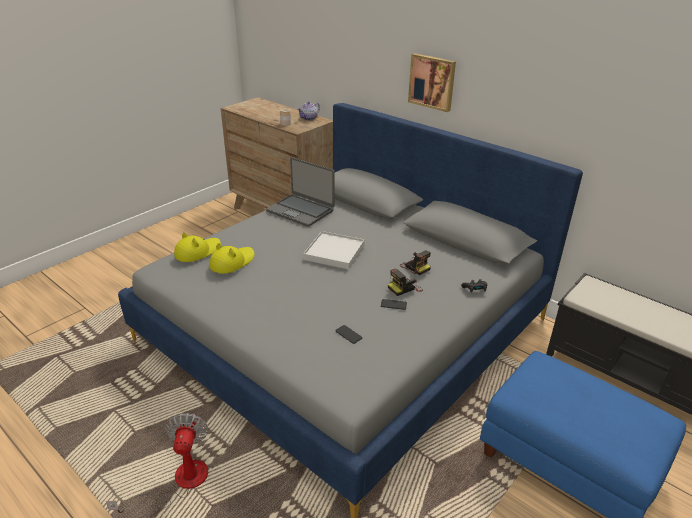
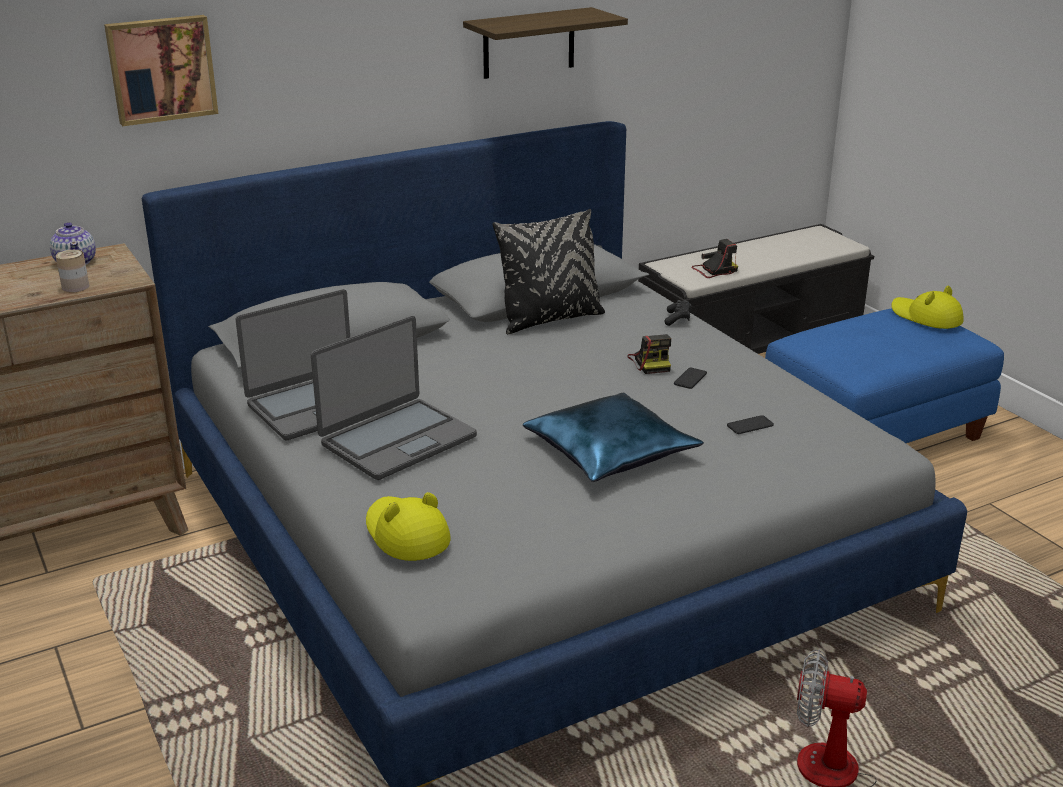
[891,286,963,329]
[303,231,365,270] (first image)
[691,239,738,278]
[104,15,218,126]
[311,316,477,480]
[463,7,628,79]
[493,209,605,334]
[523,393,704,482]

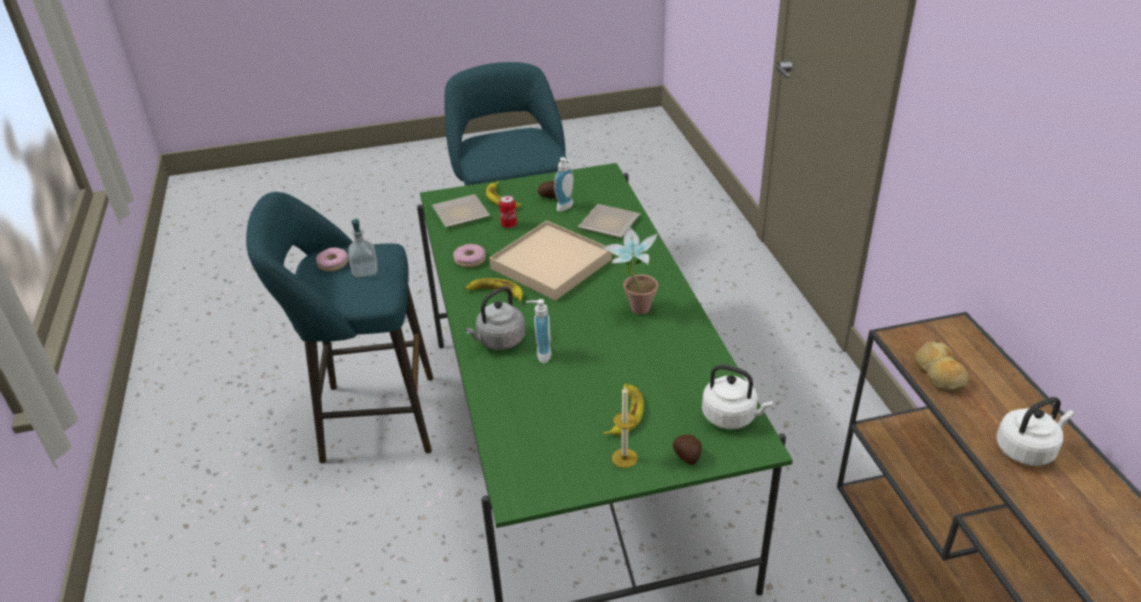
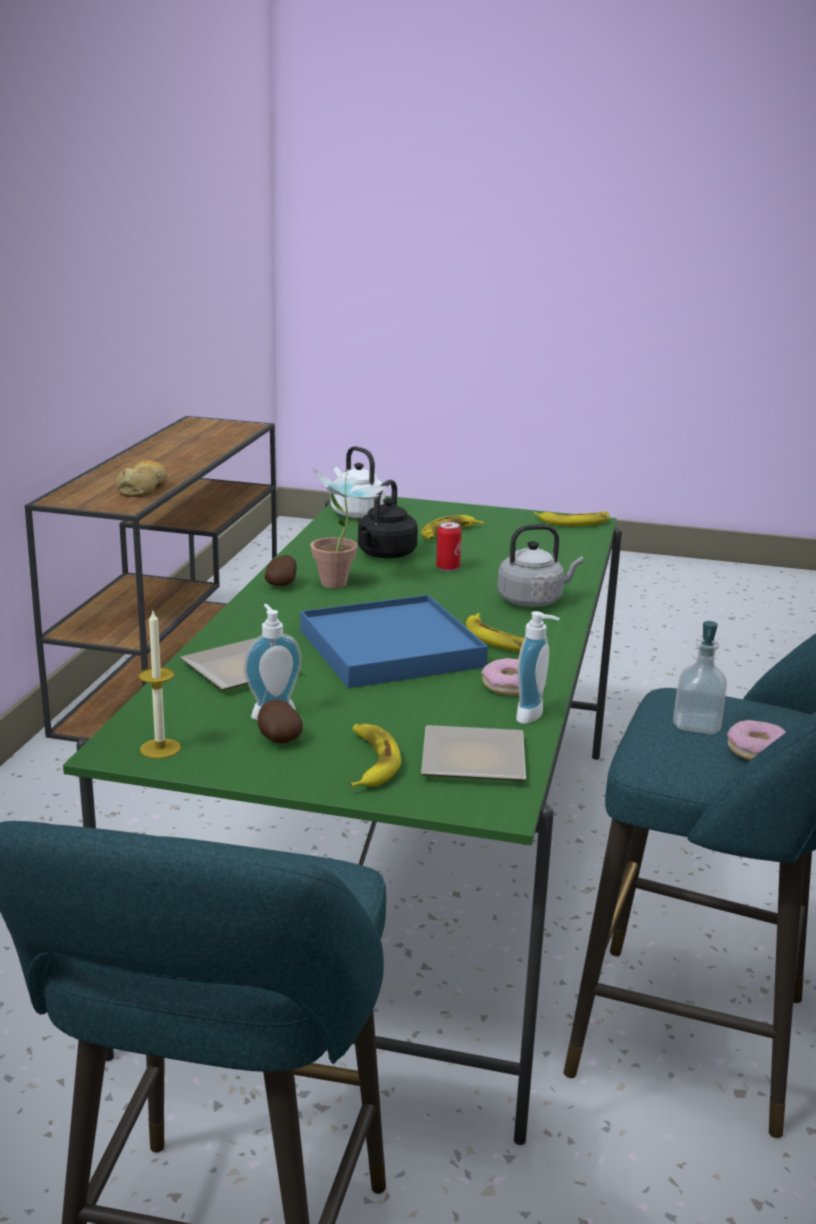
[300,595,488,688]
[436,522,461,571]
[516,611,560,724]
[139,611,181,759]
[265,555,297,586]
[997,397,1074,466] (first image)
[358,480,418,558]
[534,511,610,526]

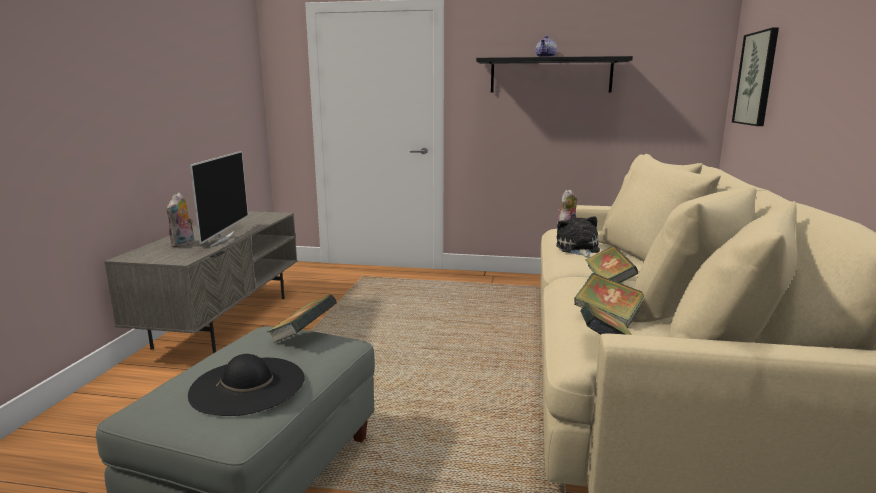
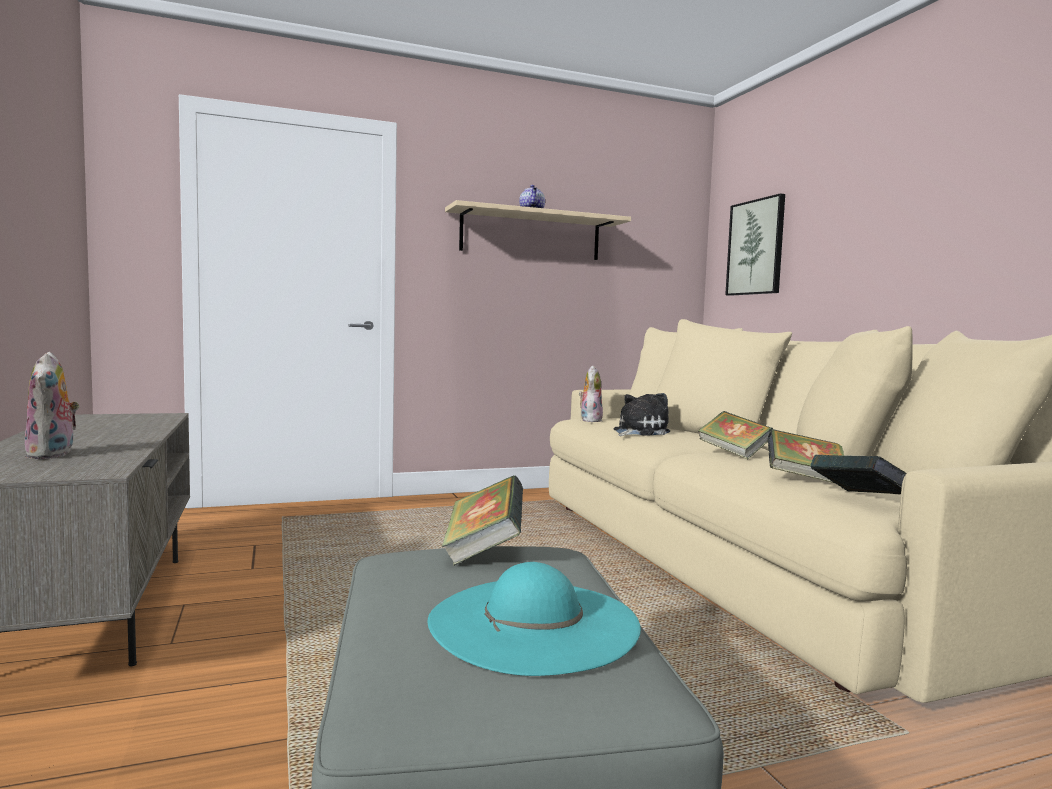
[427,562,641,676]
[190,151,248,247] (first image)
[445,200,631,260]
[614,393,670,436]

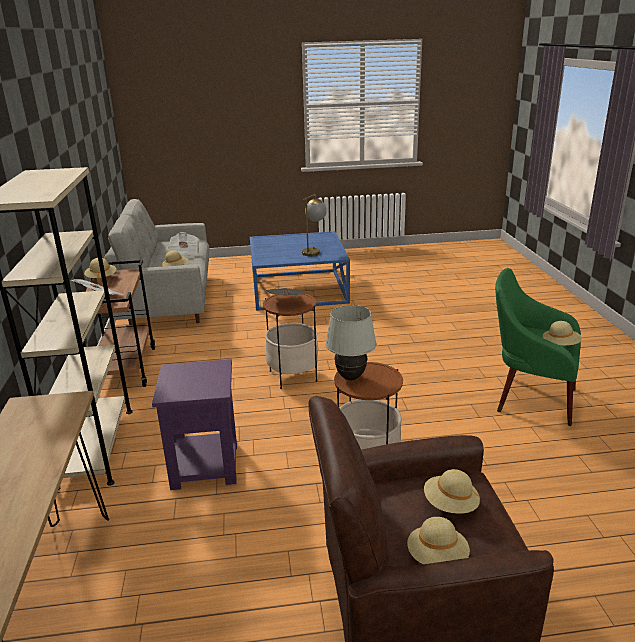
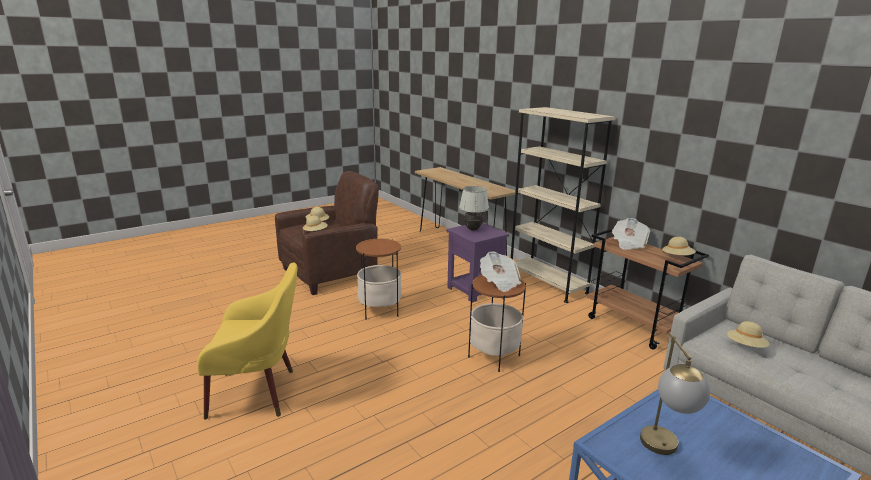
[168,232,200,259] (first image)
[459,186,489,230]
[197,262,298,420]
[542,321,582,346] (first image)

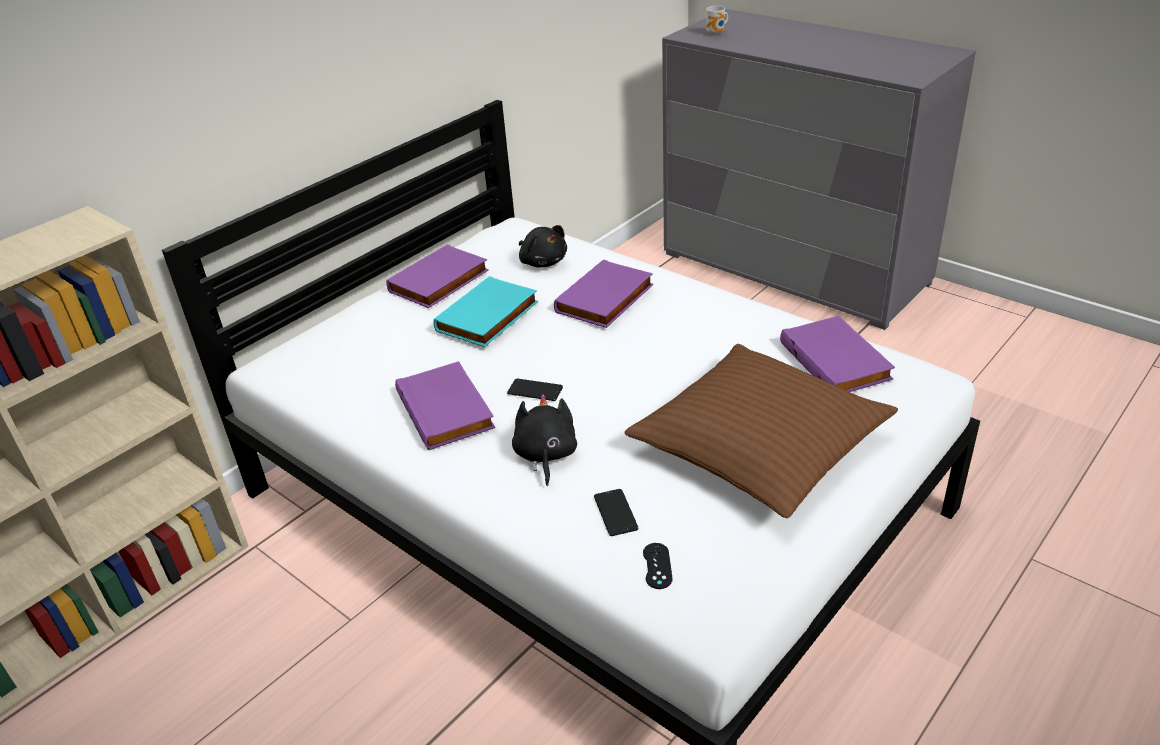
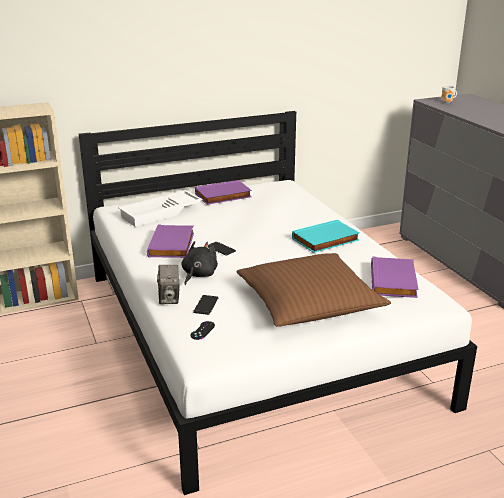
[292,220,360,253]
[519,225,567,268] (first image)
[554,259,653,328] (first image)
[118,190,203,227]
[157,265,180,304]

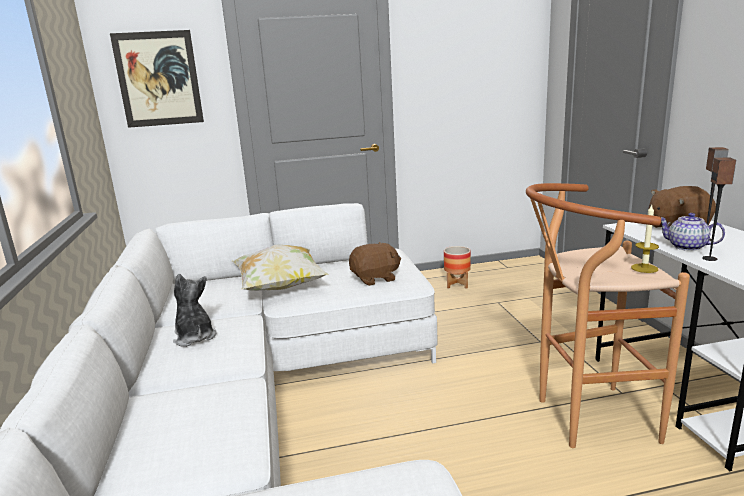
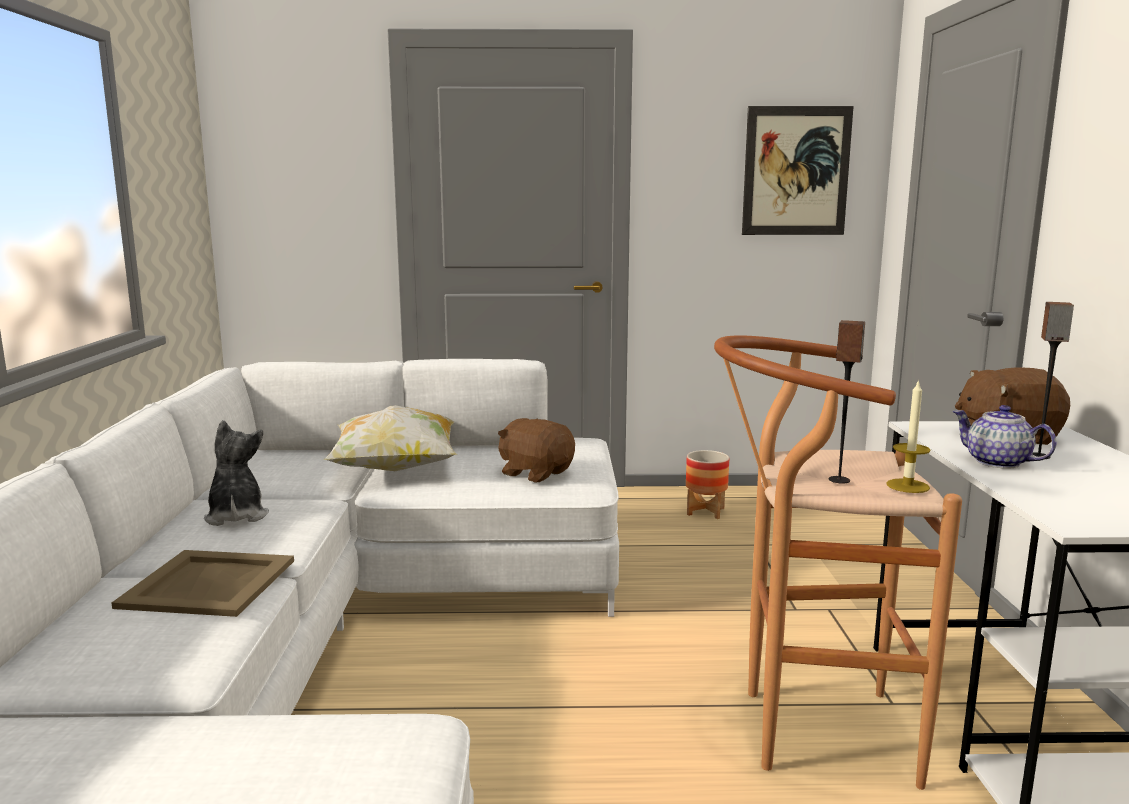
[742,106,854,235]
[498,418,575,483]
[829,320,865,484]
[112,550,294,617]

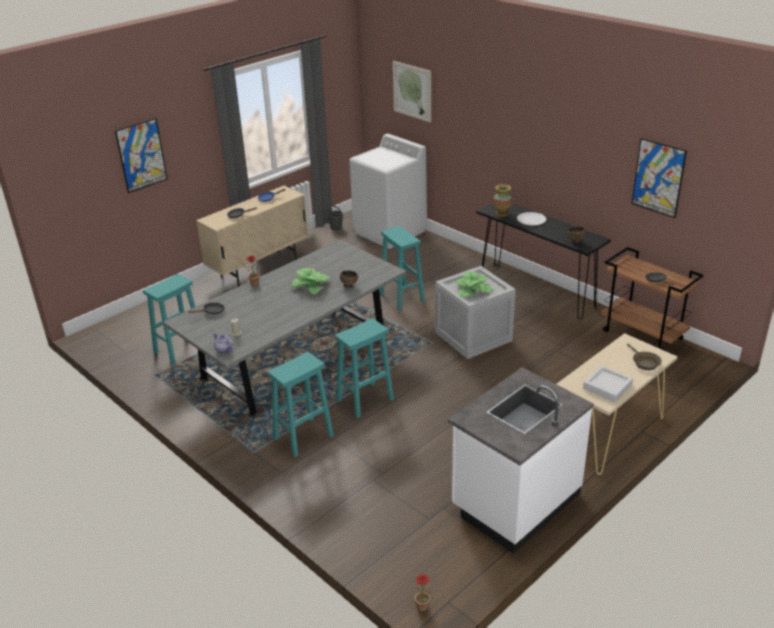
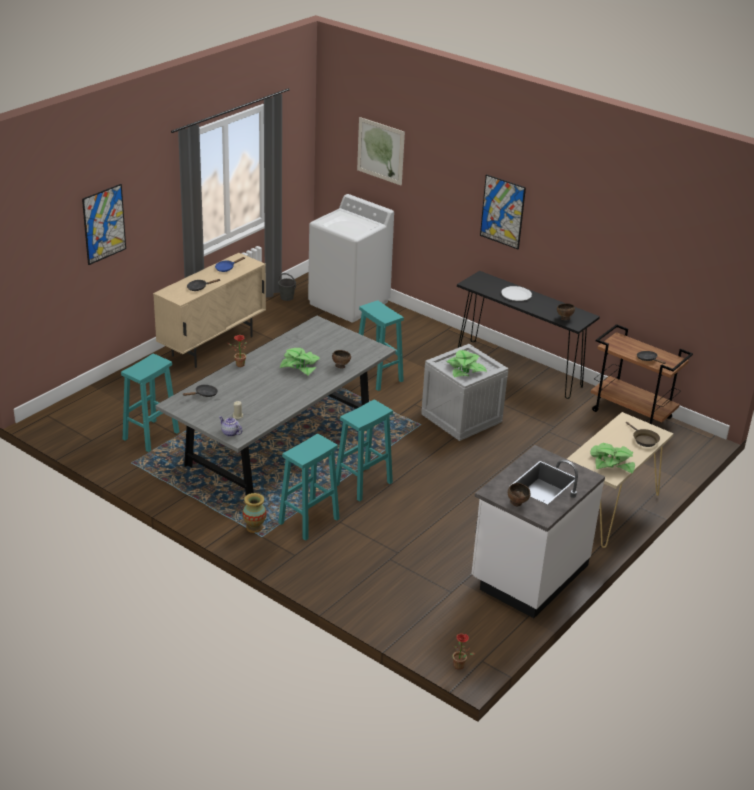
[242,493,267,533]
[590,443,635,474]
[480,174,526,249]
[508,483,531,506]

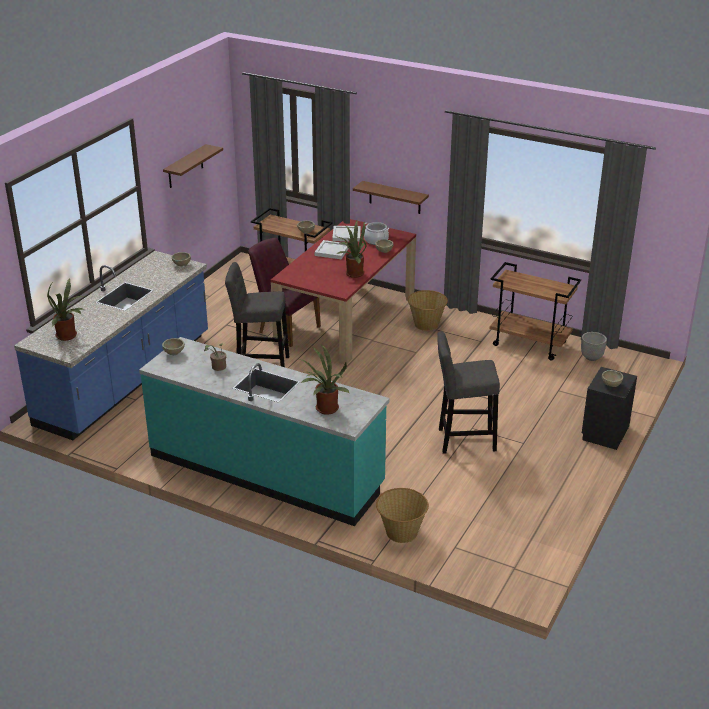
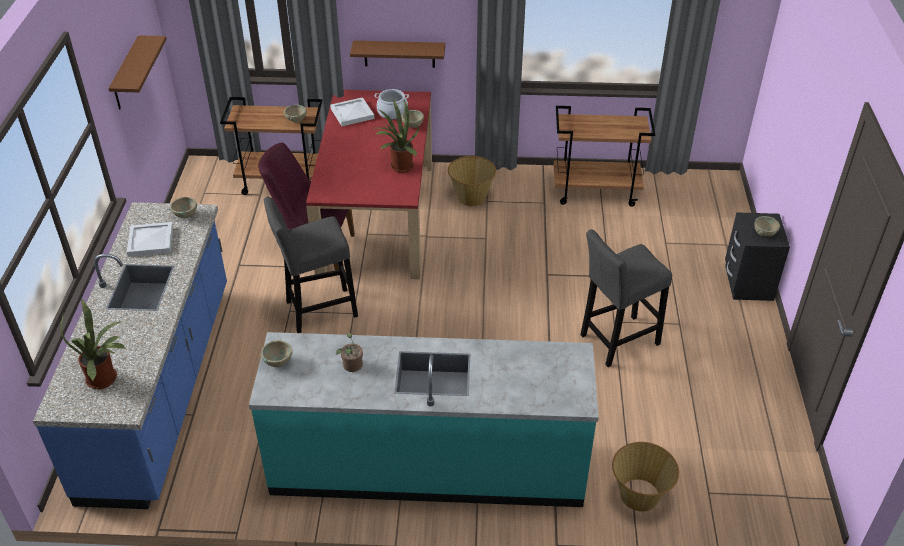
[299,343,350,415] (first image)
[127,222,173,257]
[581,332,607,361] (first image)

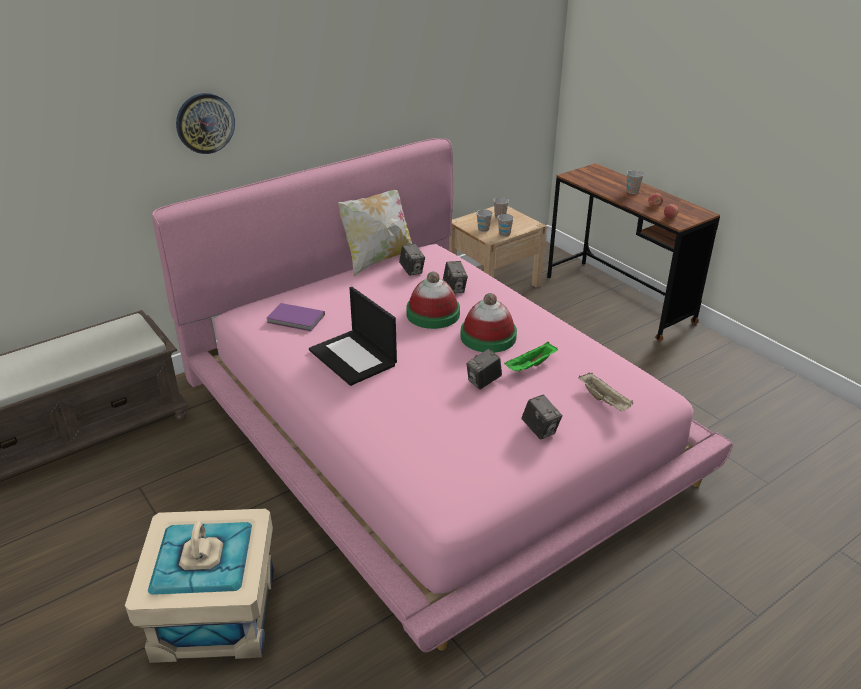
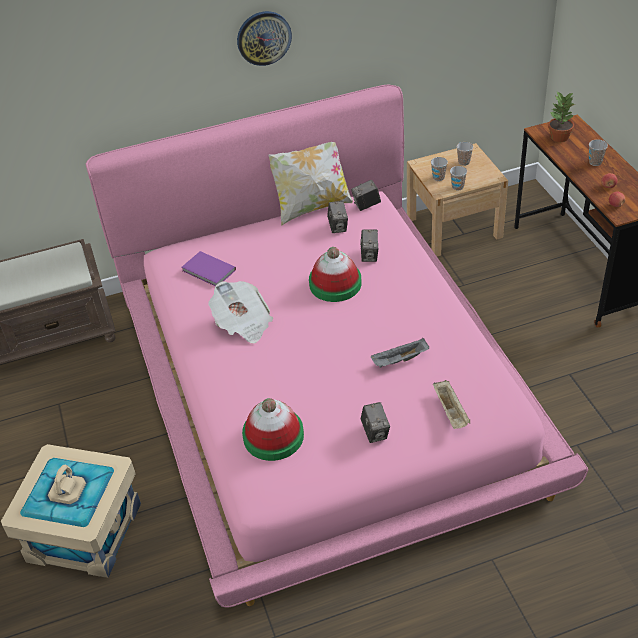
[237,11,292,66]
[208,281,273,344]
[242,398,304,461]
[351,180,381,211]
[371,338,429,368]
[548,92,574,142]

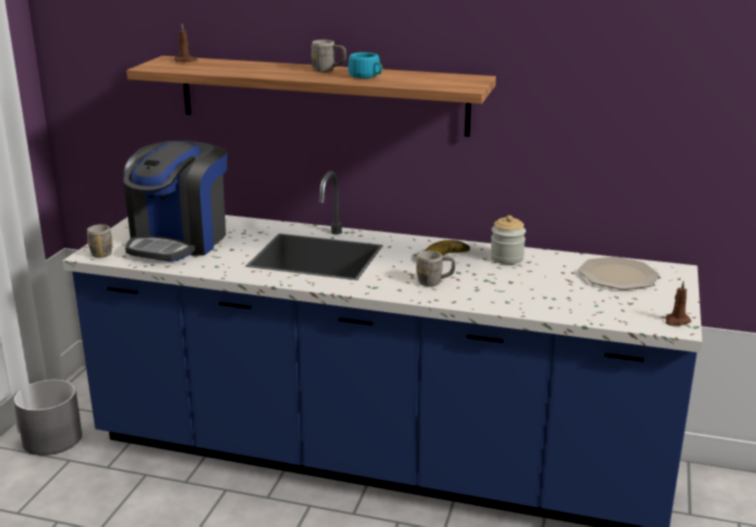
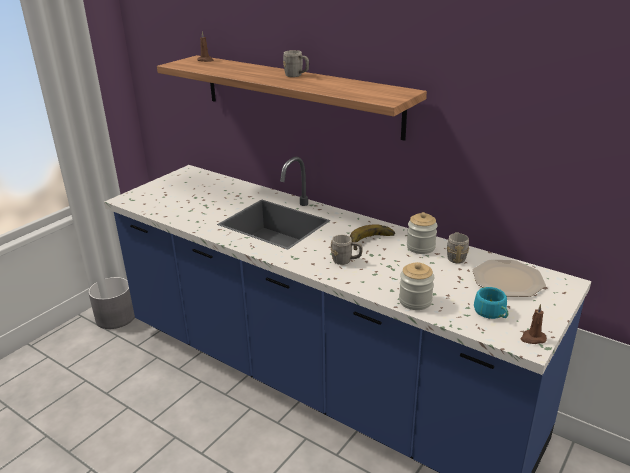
[447,232,469,263]
[124,141,227,262] (first image)
[474,287,508,319]
[399,262,435,310]

